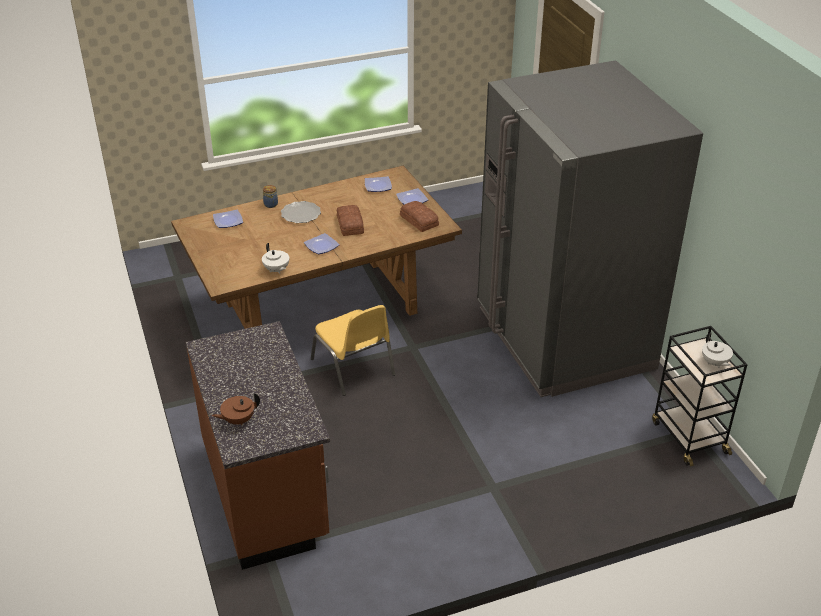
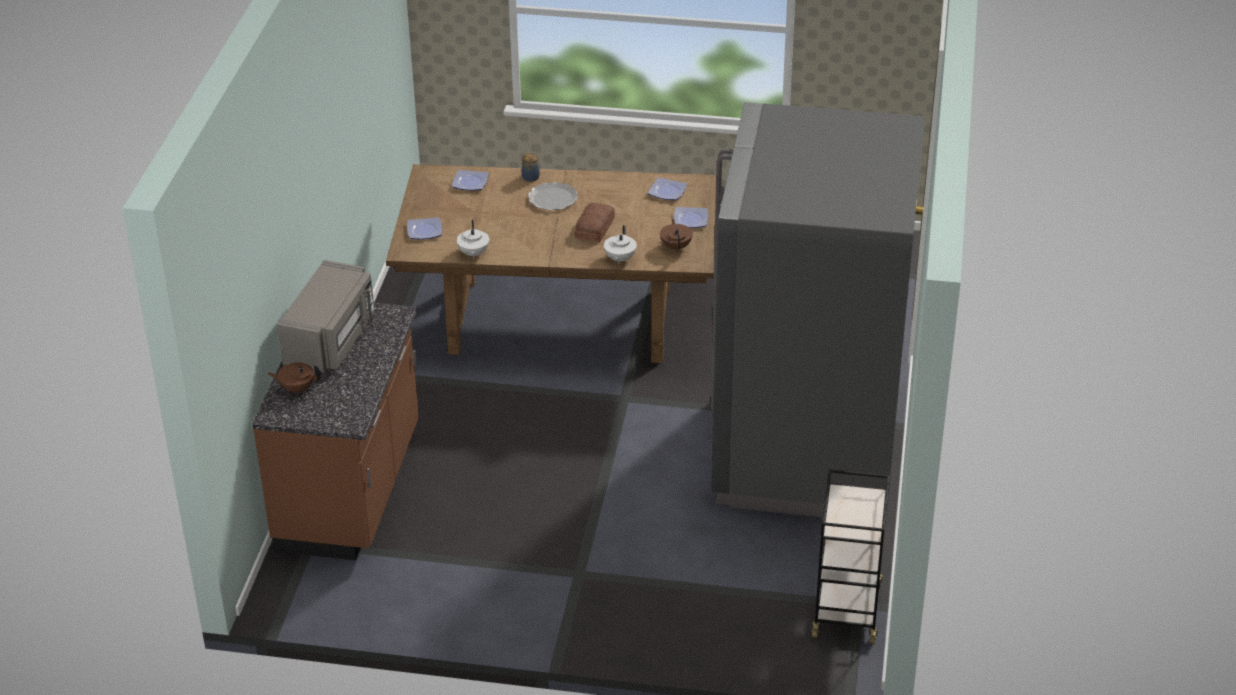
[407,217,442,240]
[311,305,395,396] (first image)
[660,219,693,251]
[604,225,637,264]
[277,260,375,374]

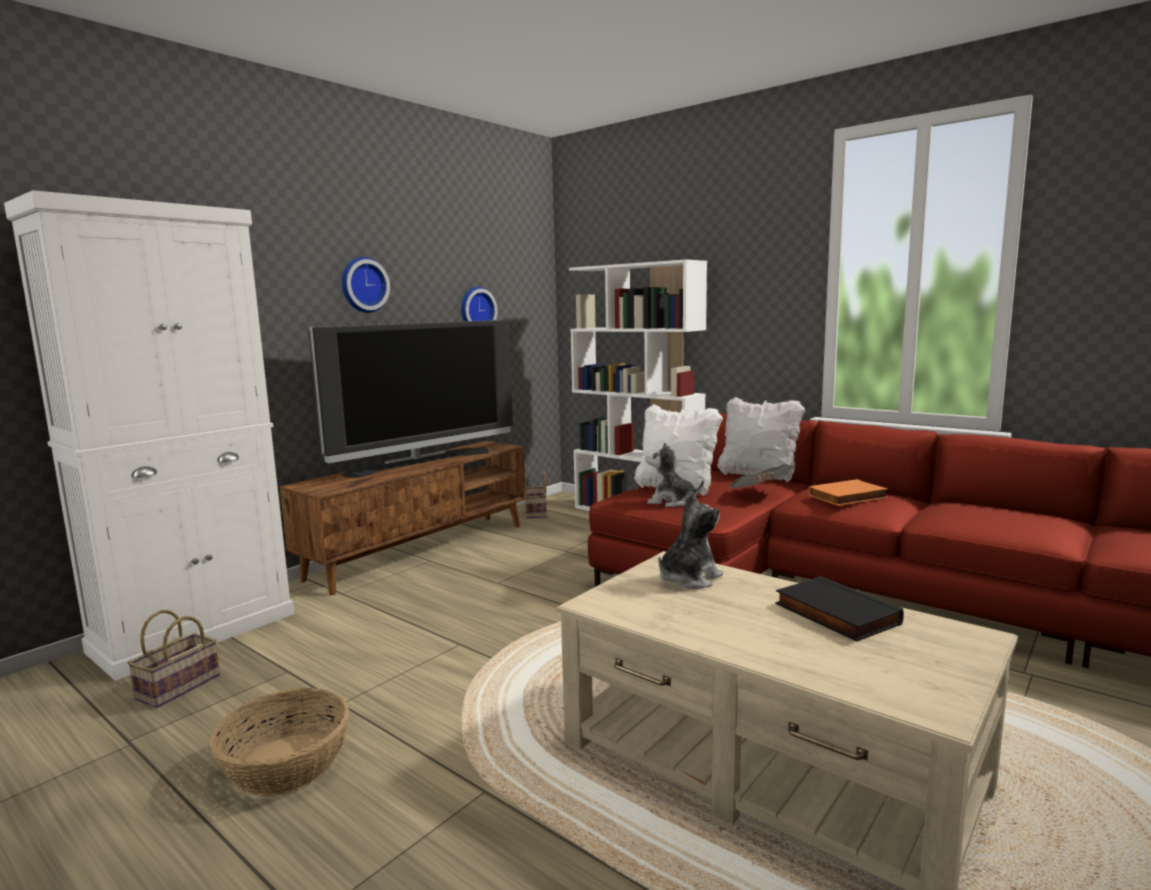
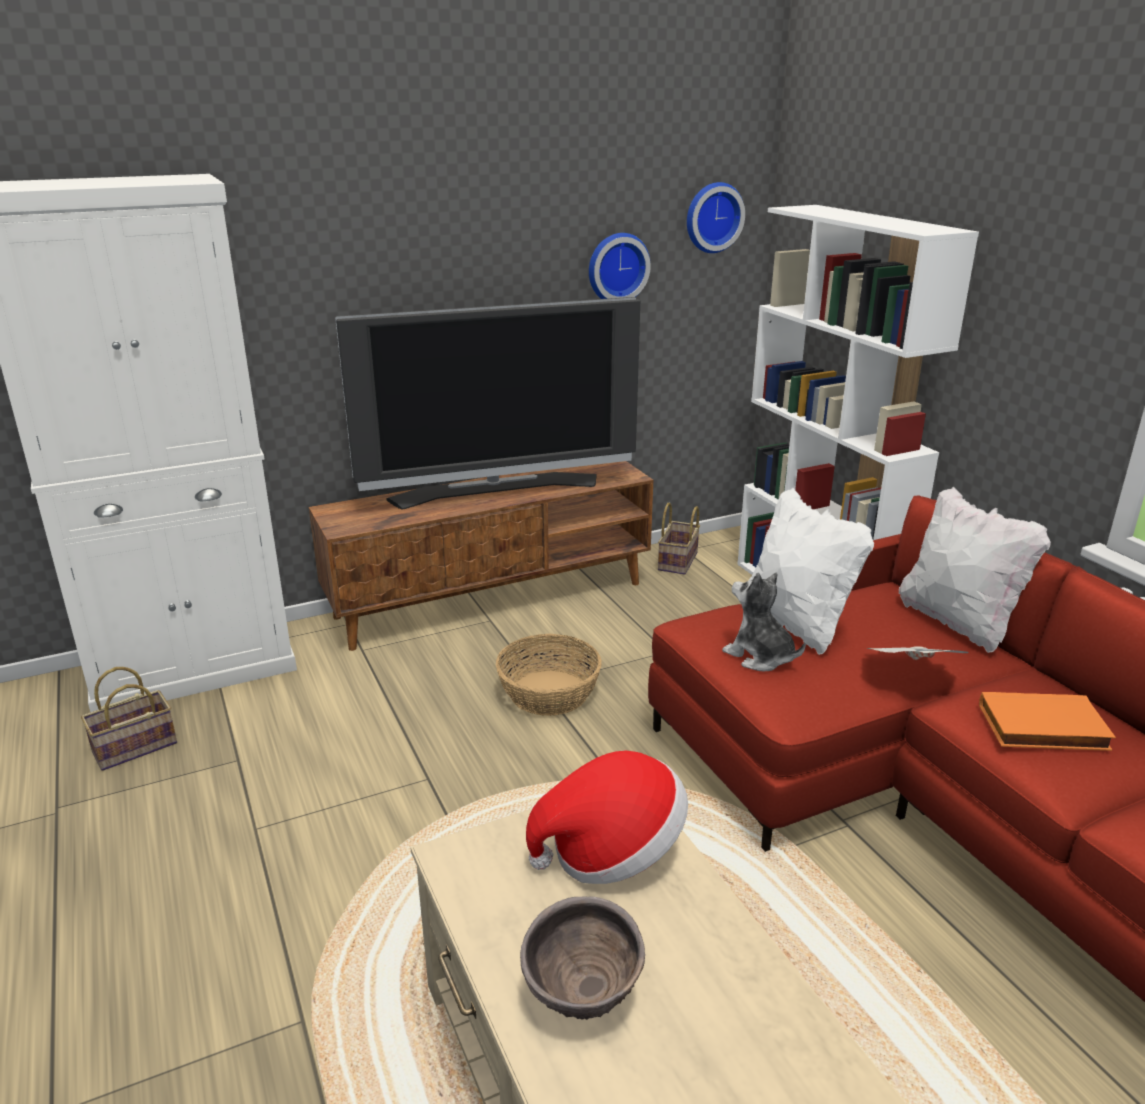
[496,634,602,716]
[687,182,745,253]
[526,750,688,884]
[775,576,904,641] (first image)
[520,896,645,1020]

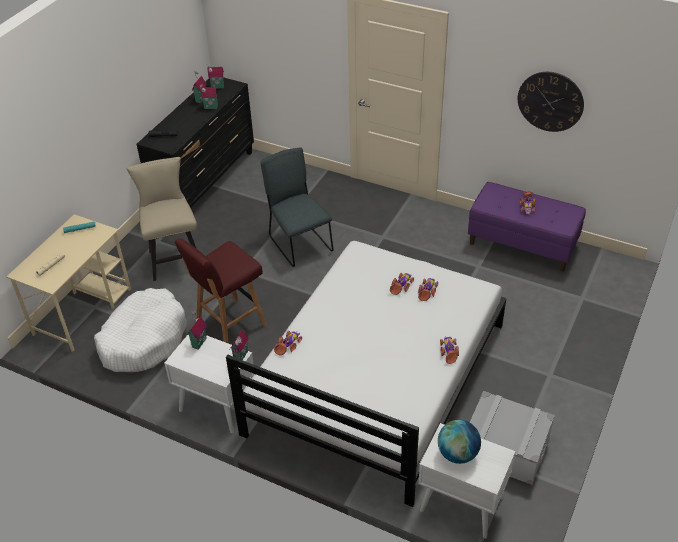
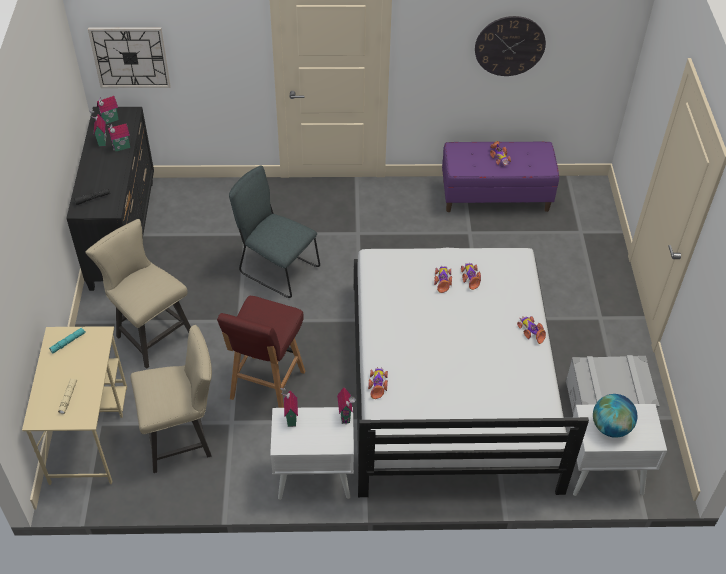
[130,325,212,473]
[88,27,171,88]

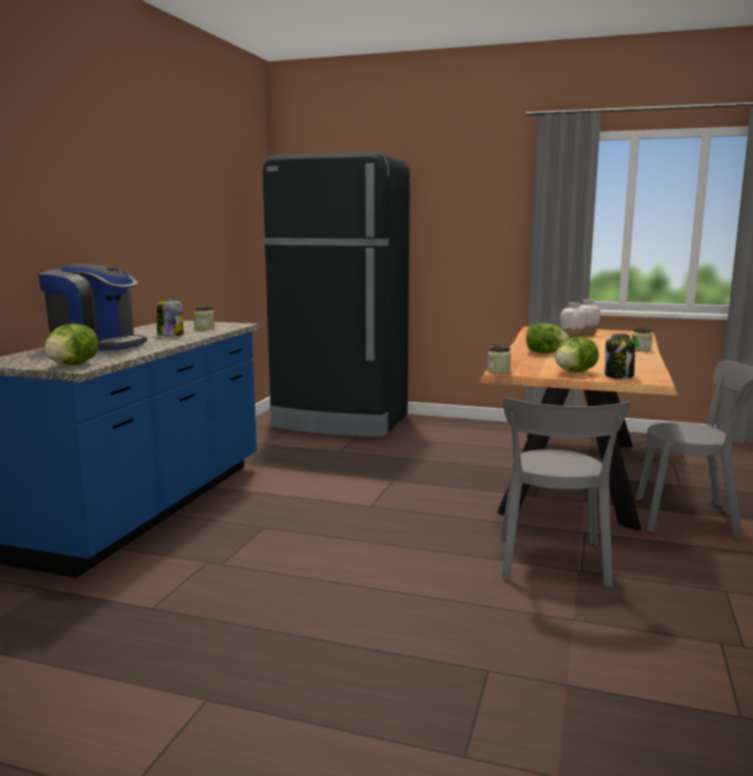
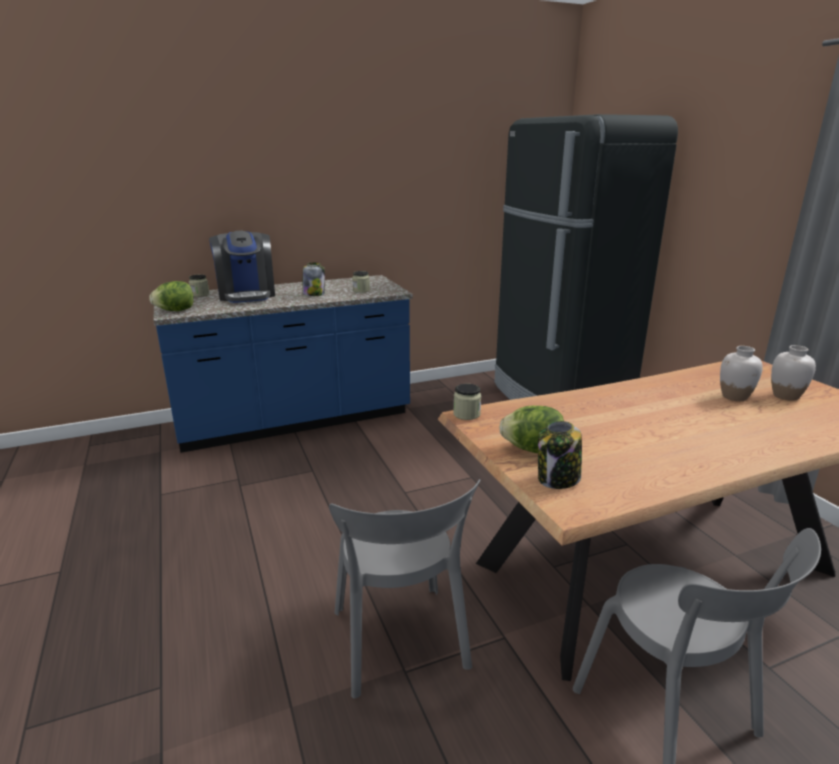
[329,479,480,699]
[526,323,569,353] (first image)
[189,274,209,297]

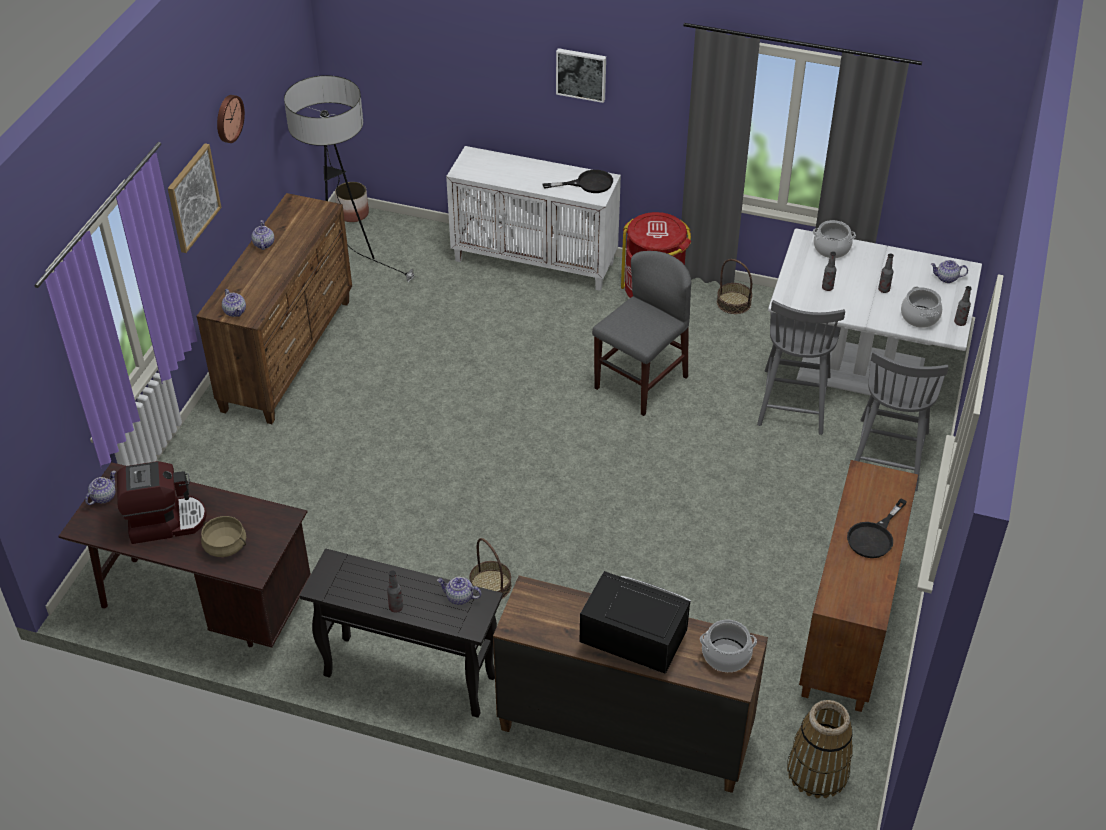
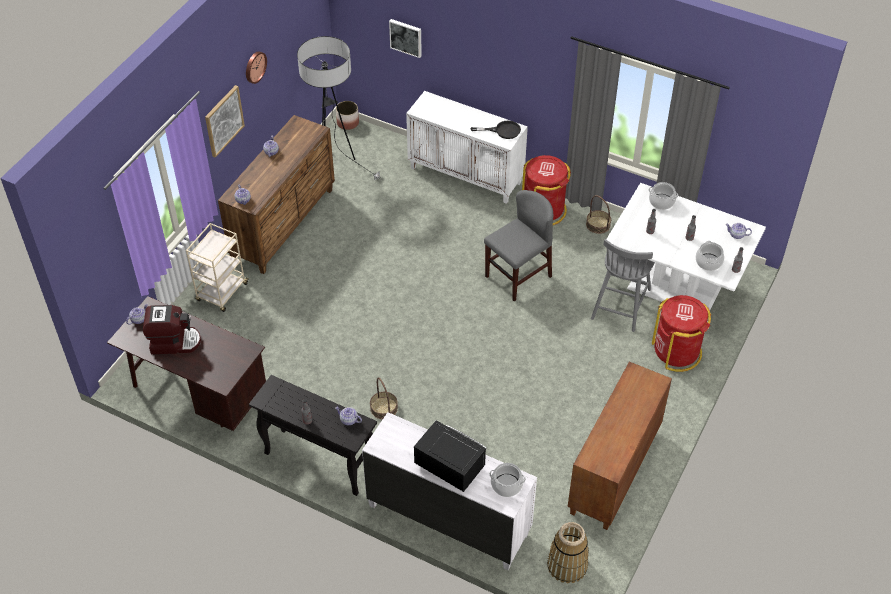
[201,516,246,557] (first image)
[362,412,537,570]
[389,19,422,58]
[847,498,907,558] (first image)
[652,295,711,372]
[186,223,248,312]

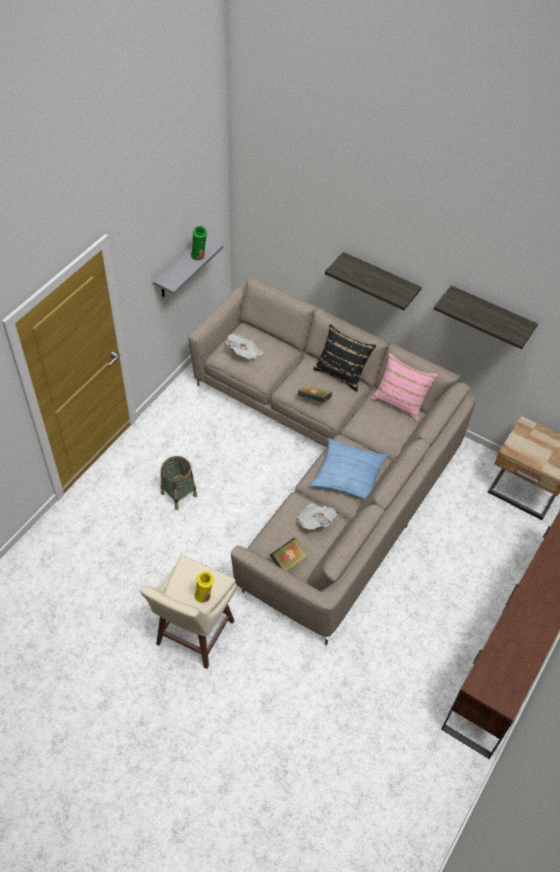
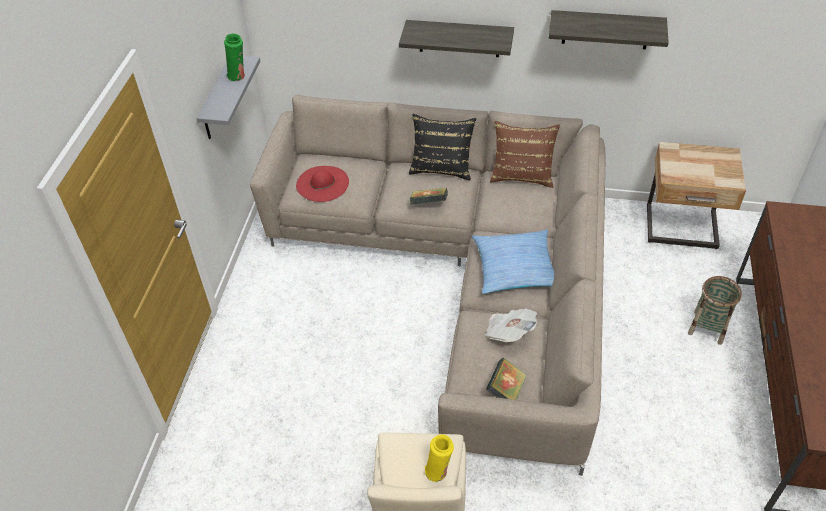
[688,276,742,345]
[296,166,349,202]
[490,121,560,188]

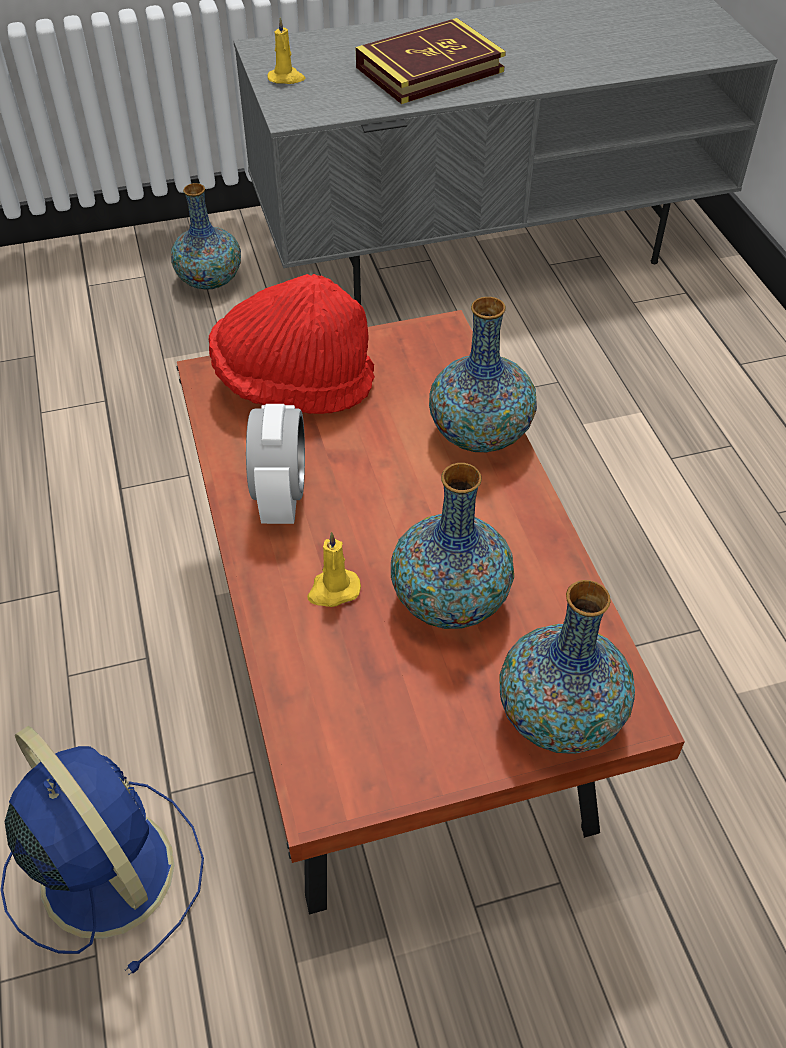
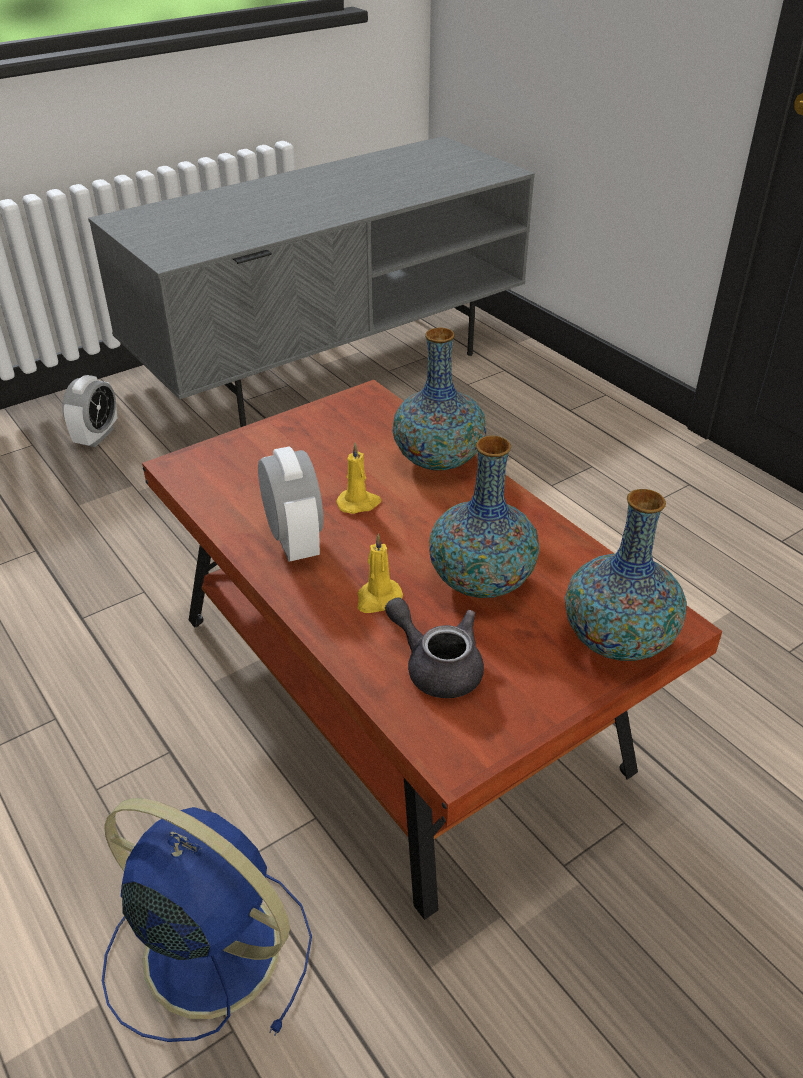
[62,375,117,447]
[209,274,375,414] (first image)
[336,442,381,514]
[356,18,506,104] (first image)
[385,597,484,698]

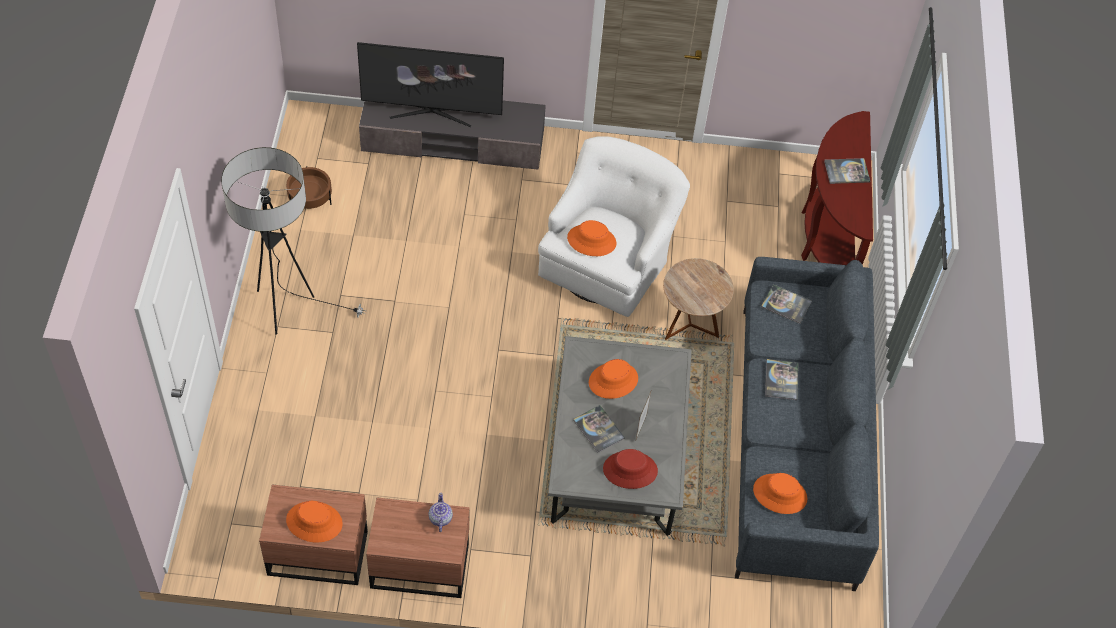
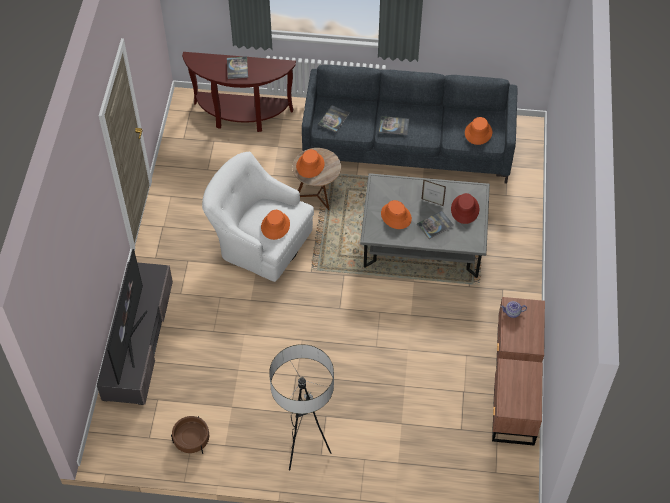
[296,149,324,178]

